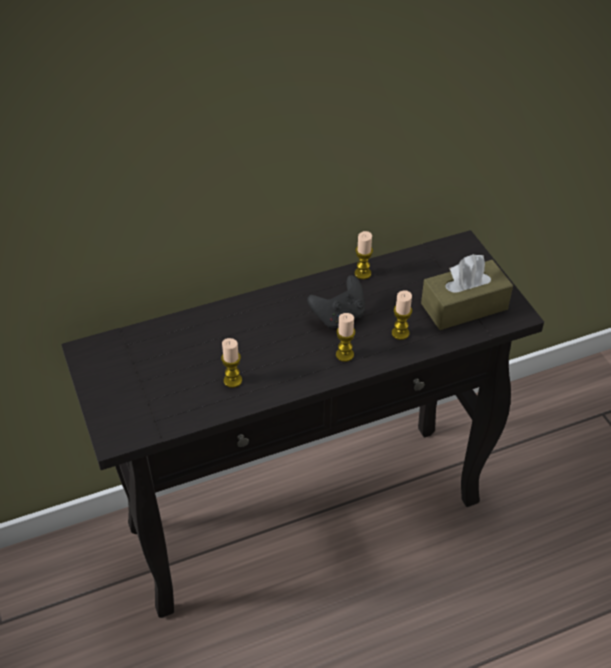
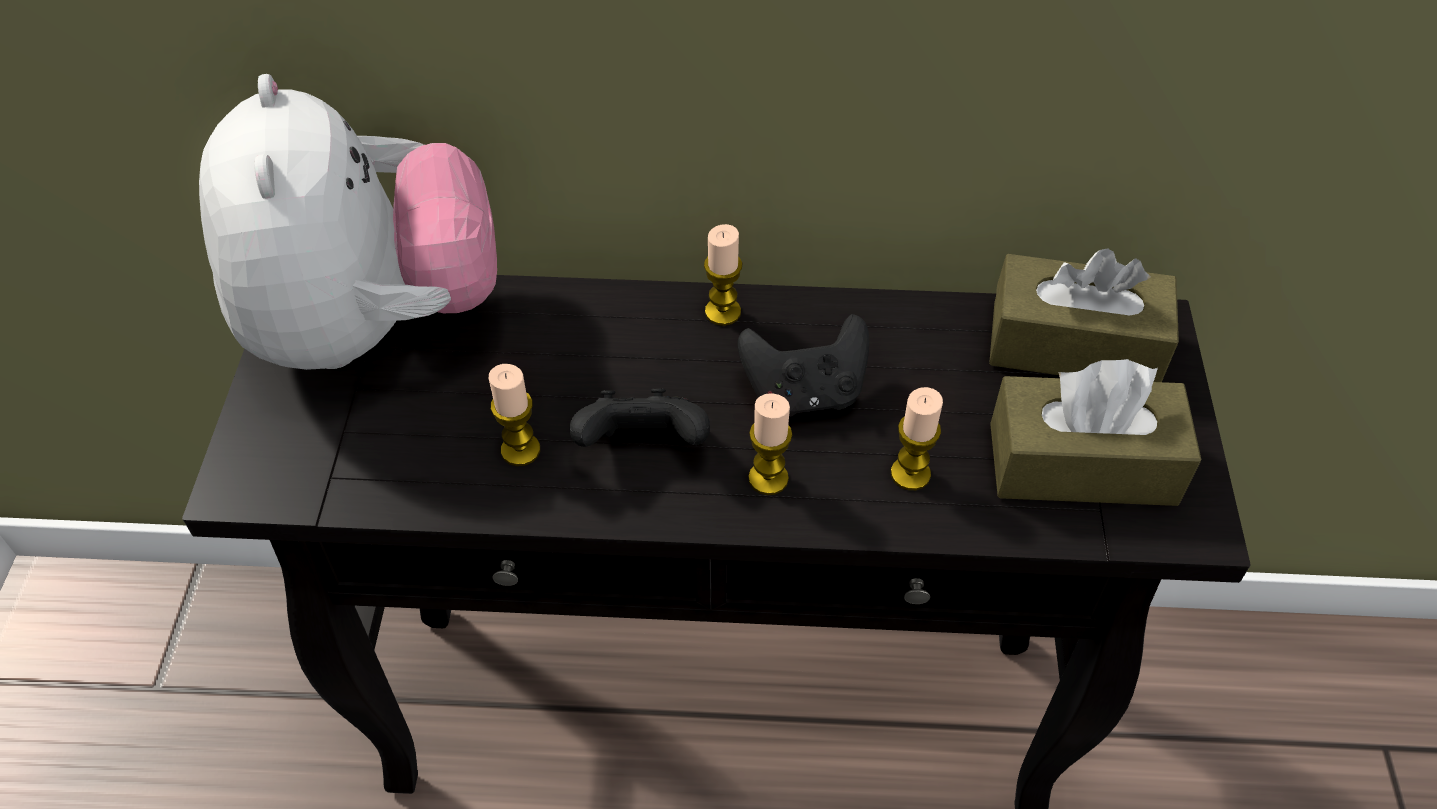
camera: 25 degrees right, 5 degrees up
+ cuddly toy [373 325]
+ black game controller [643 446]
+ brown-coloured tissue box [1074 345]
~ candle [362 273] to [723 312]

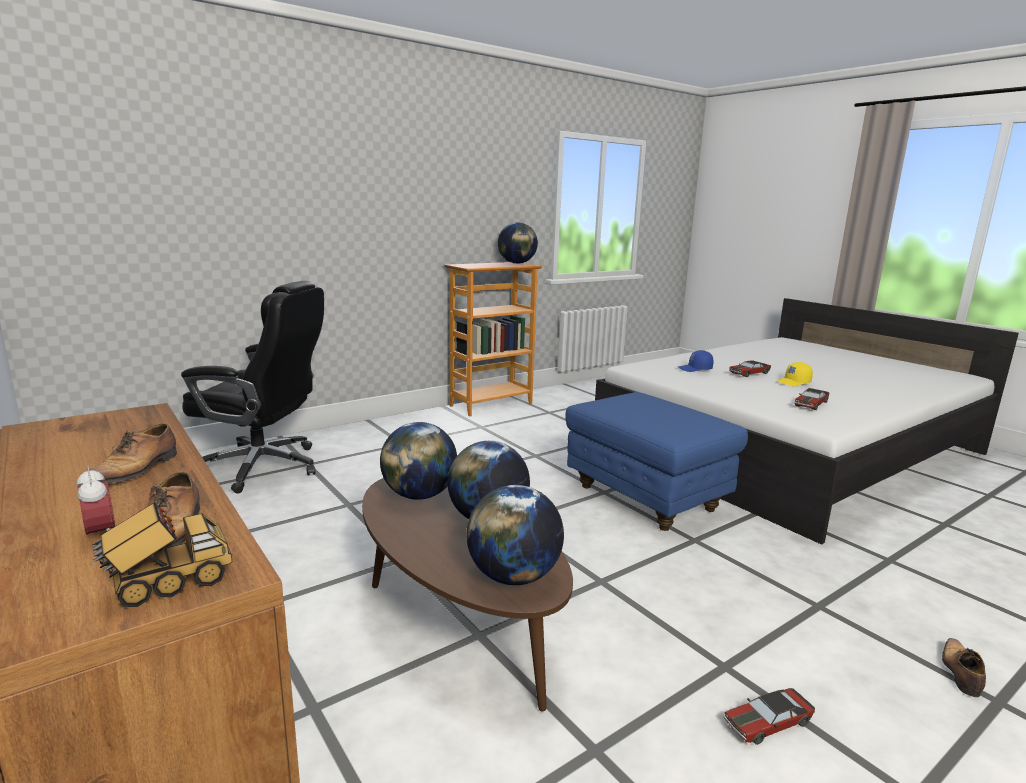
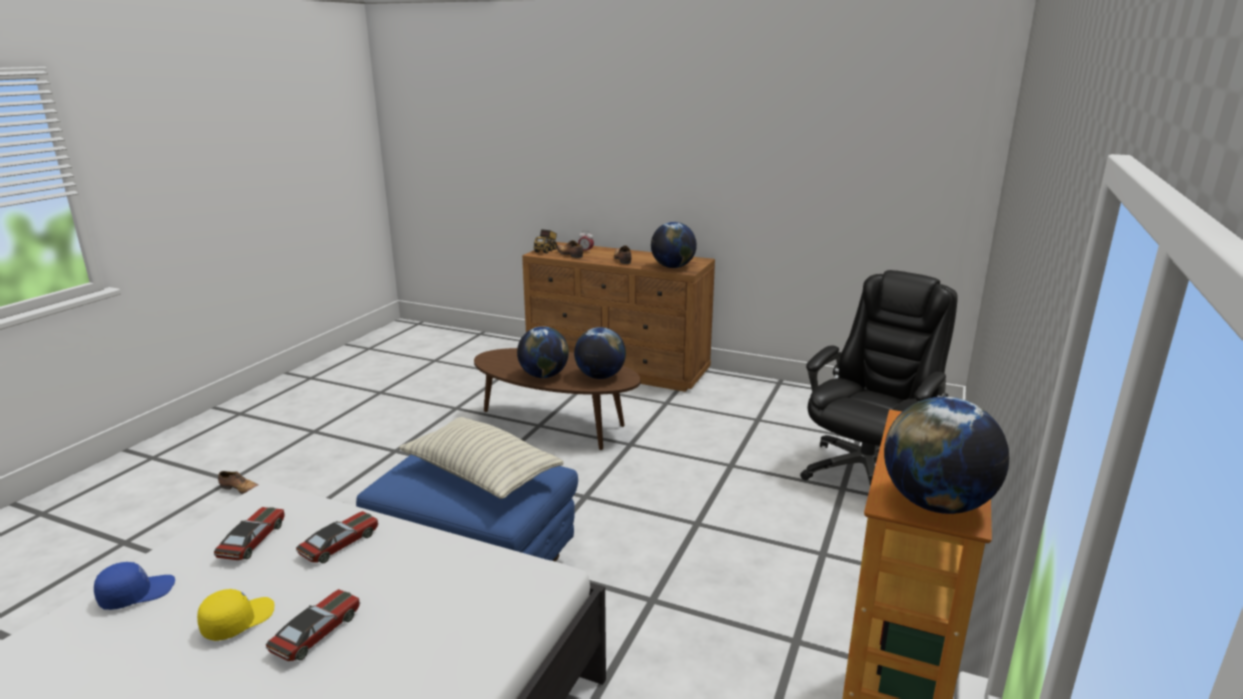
camera: 150 degrees right, 5 degrees up
+ throw pillow [481 474]
~ desk globe [513 577] to [673 267]
~ blue cap [695 369] to [137 593]
~ miniature car [767 723] to [340 543]
~ black office chair [263 467] = [866 472] 150 degrees clockwise
~ shoe [960 672] = [241 489] 60 degrees counterclockwise

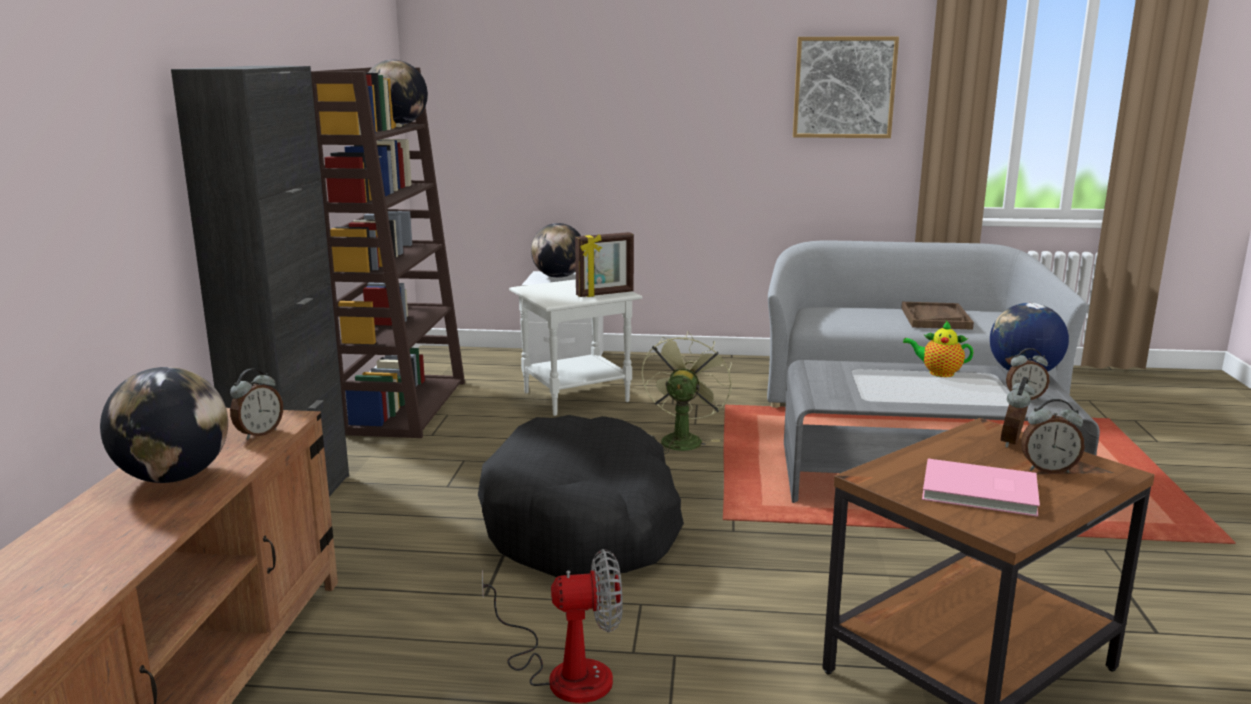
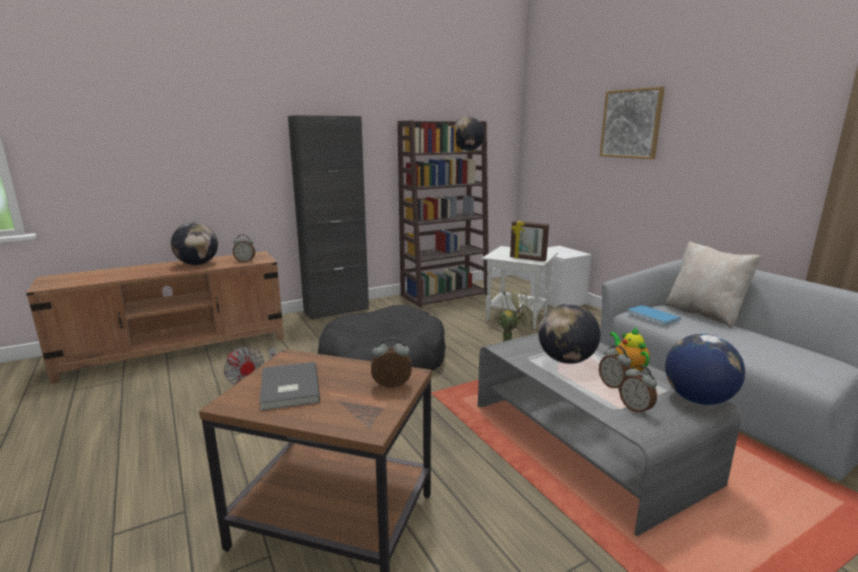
camera: 55 degrees right, 0 degrees up
- brown-coloured serving tray [935 318]
+ blue volume [653 316]
+ sand-coloured throw pillow [704 314]
~ desk globe [558 277] to [566 360]
~ wall picture [844 87] to [631 124]
~ table clock [1048 469] to [613 385]
~ pink-coloured volume [981 492] to gray volume [288 388]

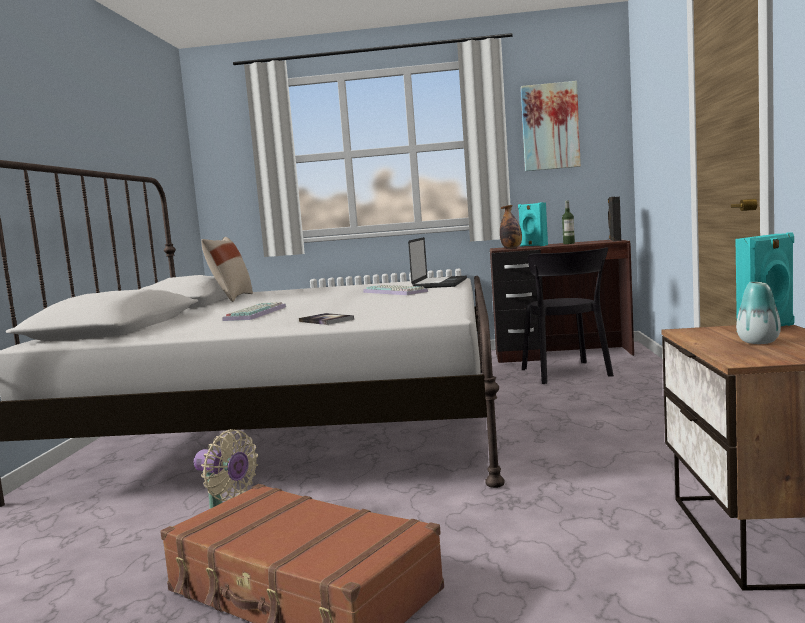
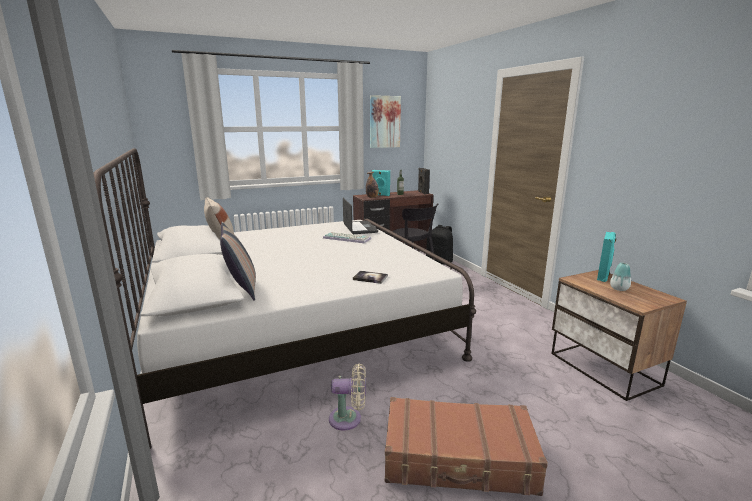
camera: 30 degrees left, 10 degrees up
- keyboard [255 313]
+ throw pillow [241 289]
+ black rucksack [439 262]

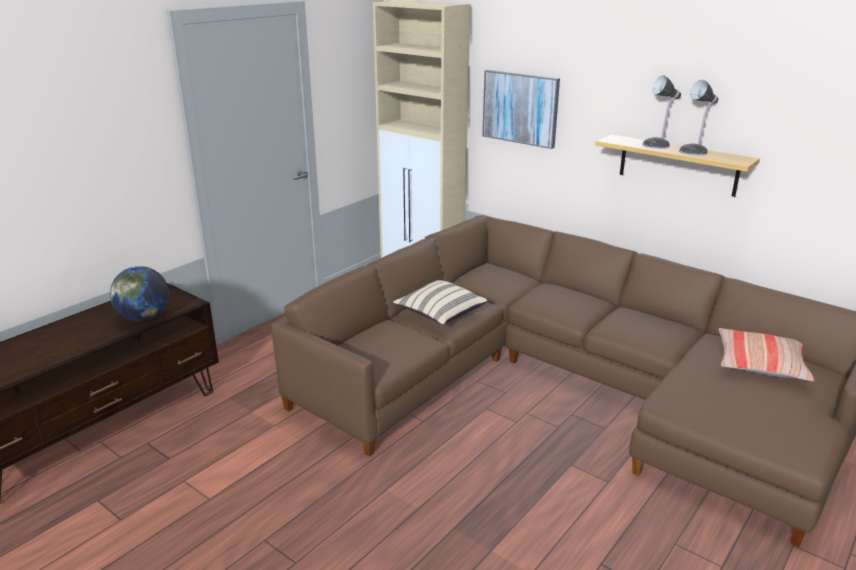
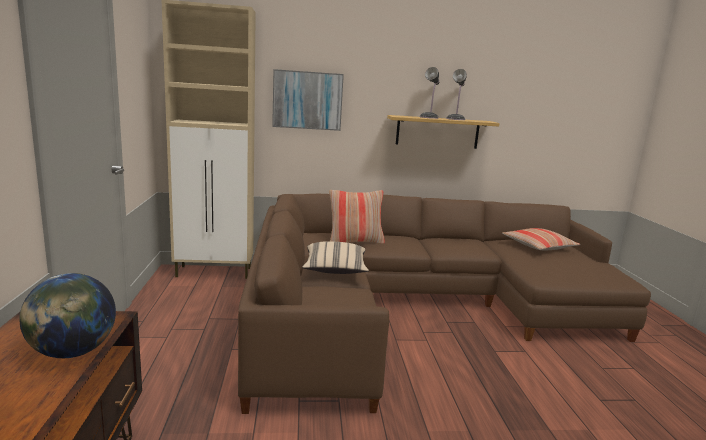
camera: 45 degrees left, 10 degrees down
+ throw pillow [355 241]

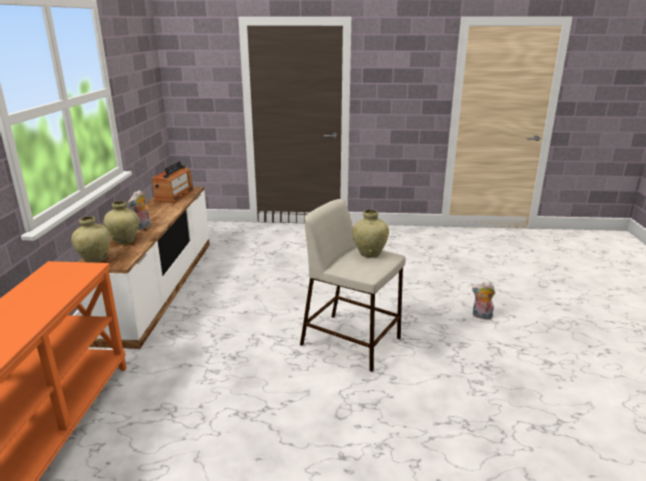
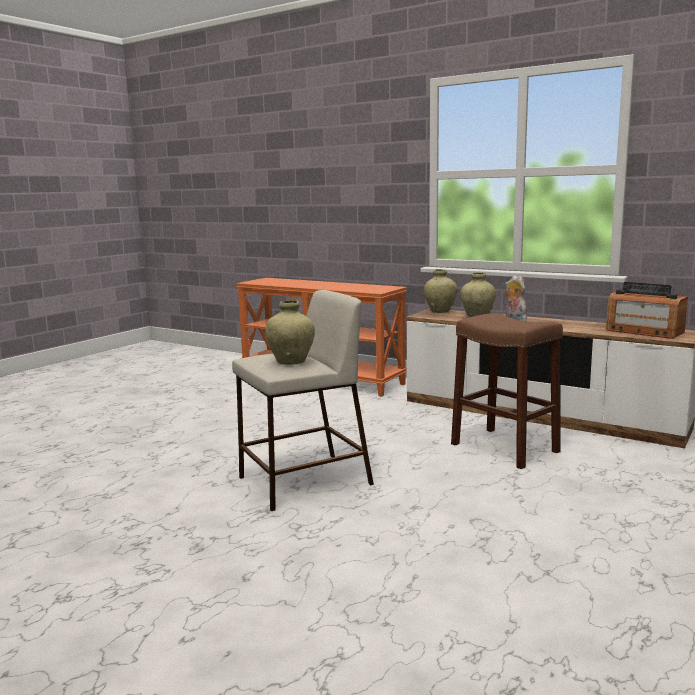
camera: 120 degrees right, 10 degrees down
- cuddly toy [481 316]
+ brown-coloured stool seat [504 448]

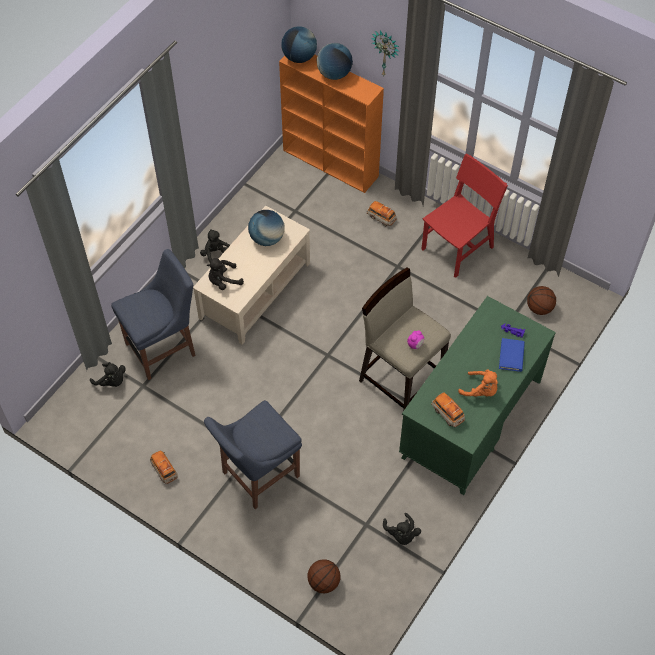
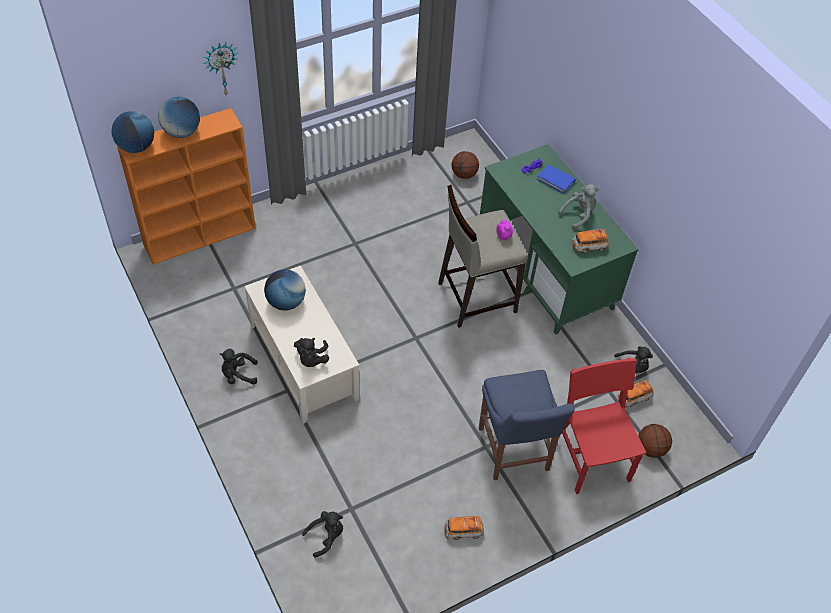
camera: 65 degrees left, 5 degrees down
- blue upright chair [164 348]
~ miniature car [381 218] to [634 398]
~ reddish upright chair [457 248] to [591 458]
~ orange-coloured cuddly toy [480 391] to gray cuddly toy [578 215]

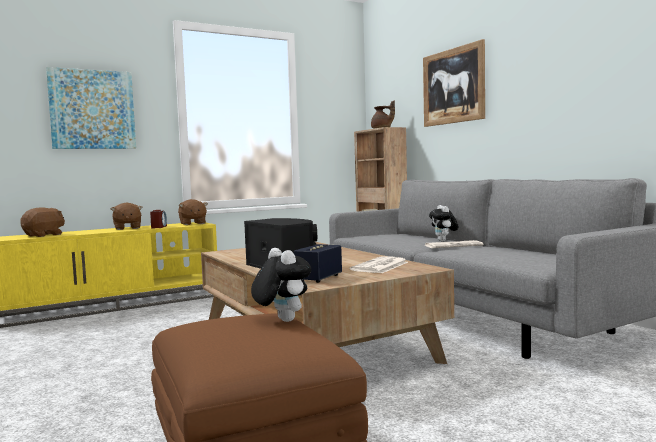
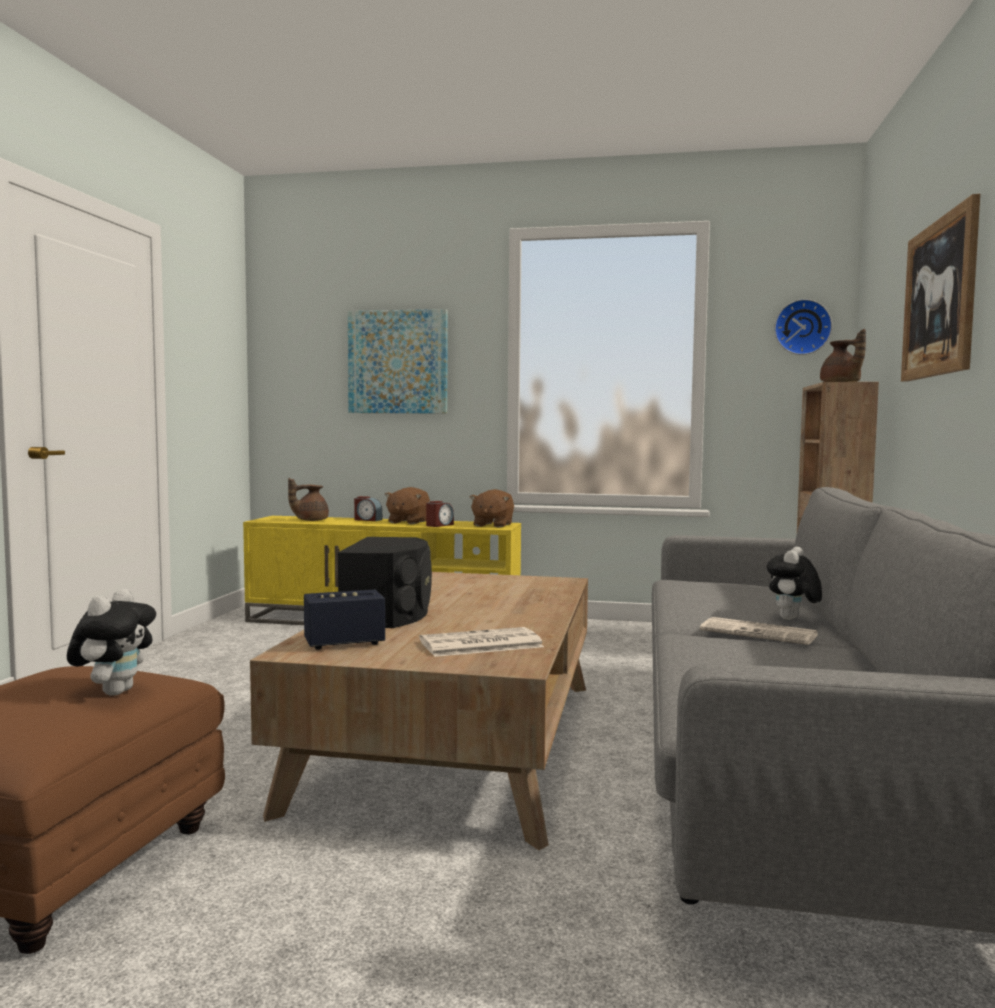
camera: 40 degrees right, 0 degrees up
+ table clock [367 520]
+ wall clock [802 327]
~ brown-coloured cuddly toy [44 235] to brown-coloured pot for tea [310 520]

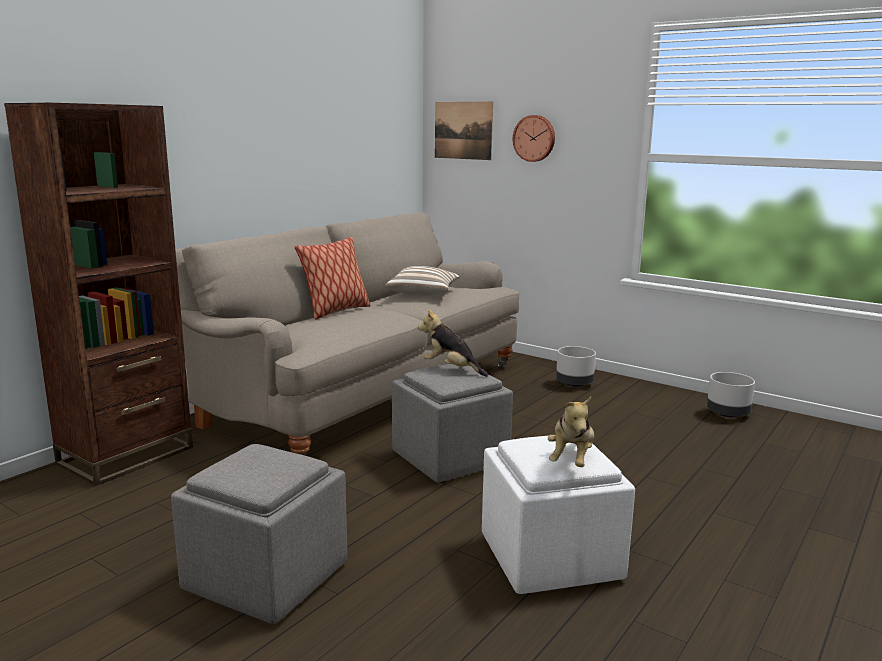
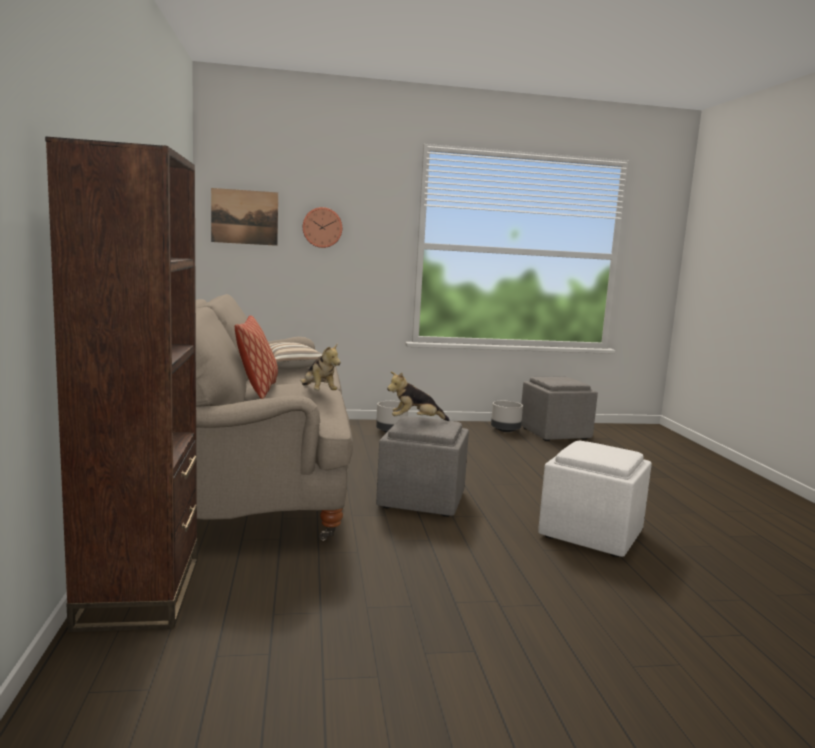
camera: 45 degrees left, 5 degrees down
~ gray pouffe [266 577] to [554 433]
~ cuddly toy [571 460] to [318 392]

